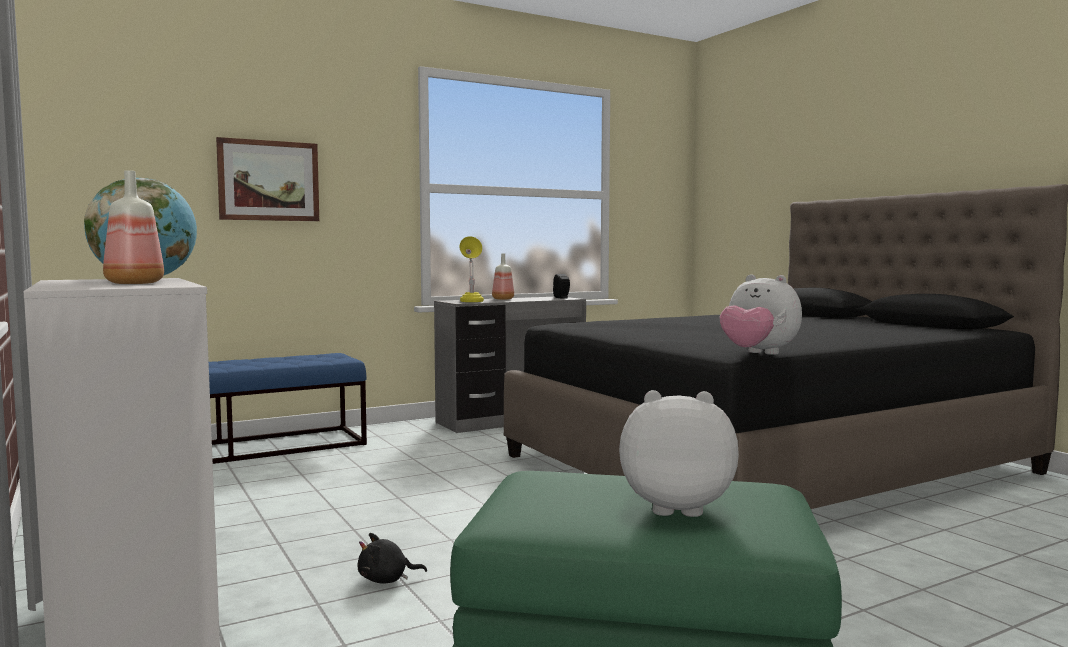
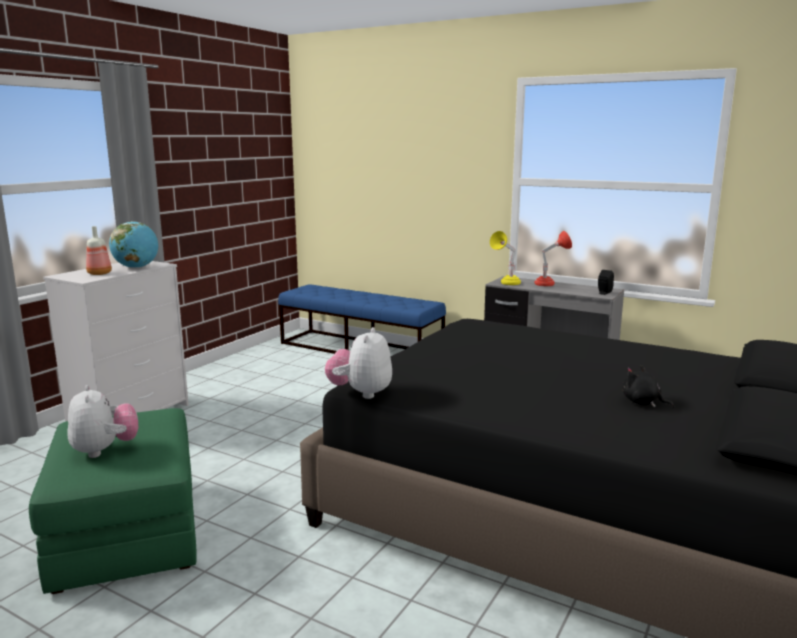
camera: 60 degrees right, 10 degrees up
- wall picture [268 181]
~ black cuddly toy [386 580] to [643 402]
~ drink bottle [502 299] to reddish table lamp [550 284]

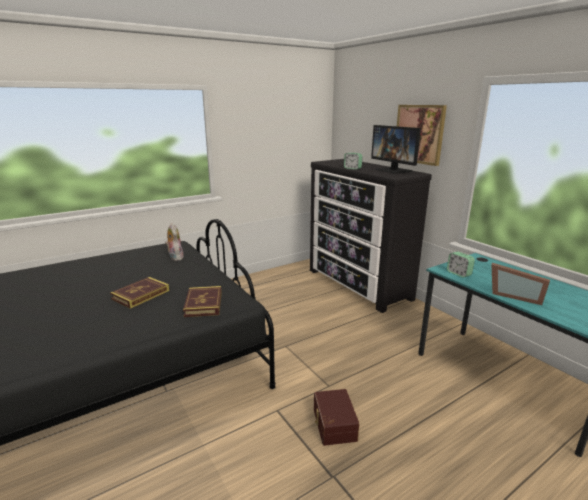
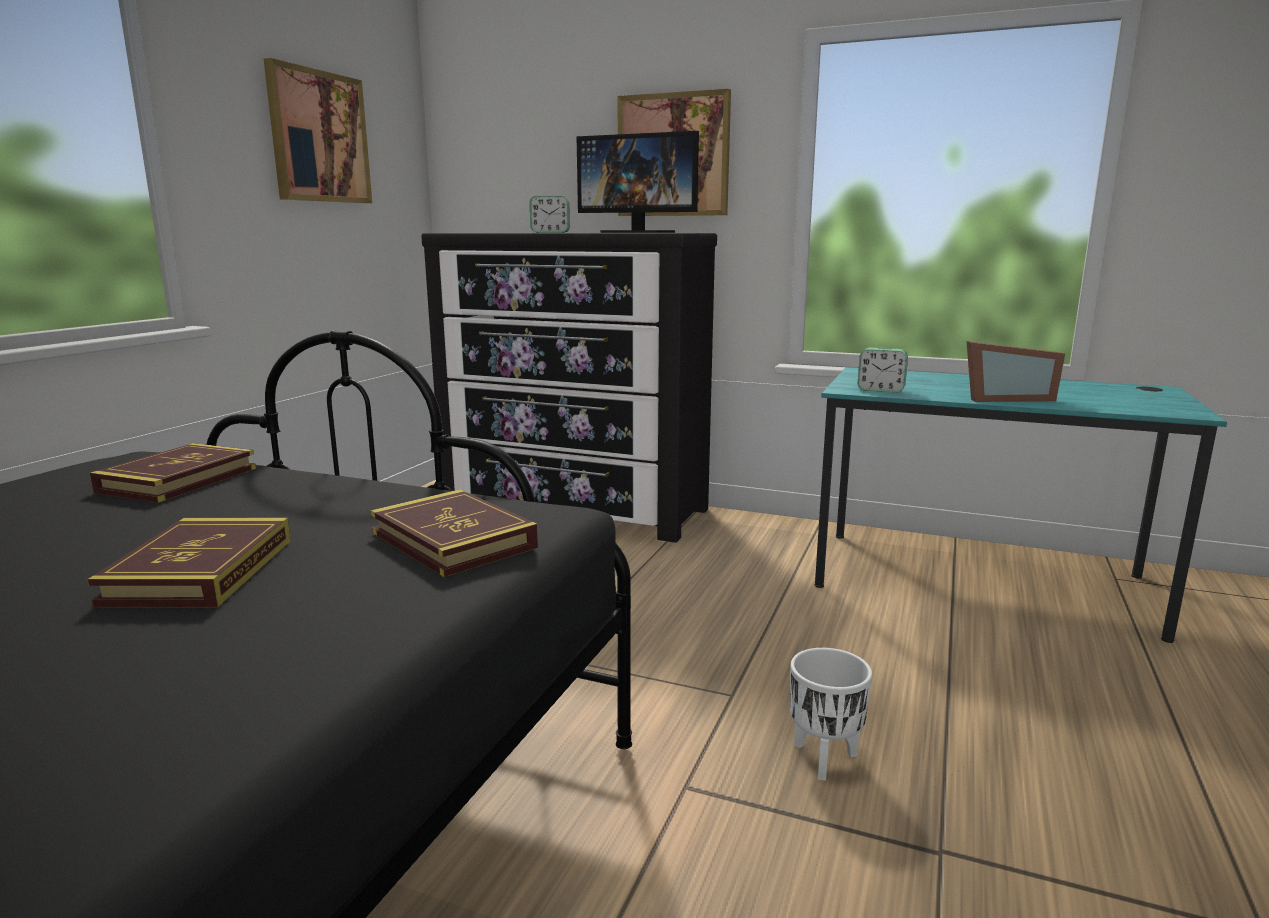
camera: 35 degrees left, 5 degrees down
+ wall picture [319 137]
~ cuddly toy [175 257] to volume [178 480]
~ brown-coloured storage box [333 424] to white planter [825 759]

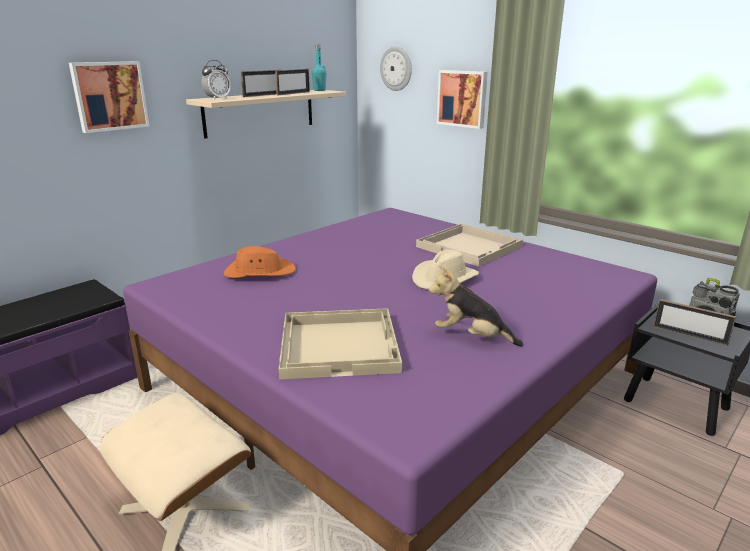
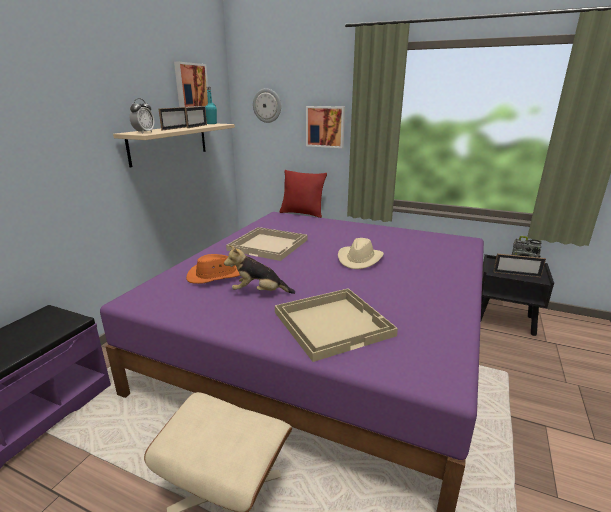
camera: 20 degrees left, 0 degrees up
+ reddish throw pillow [302 213]
~ wall picture [109 96] to [191 86]
~ sand-coloured serving tray [470 246] to [269 245]
~ cuddly toy [471 337] to [259 293]

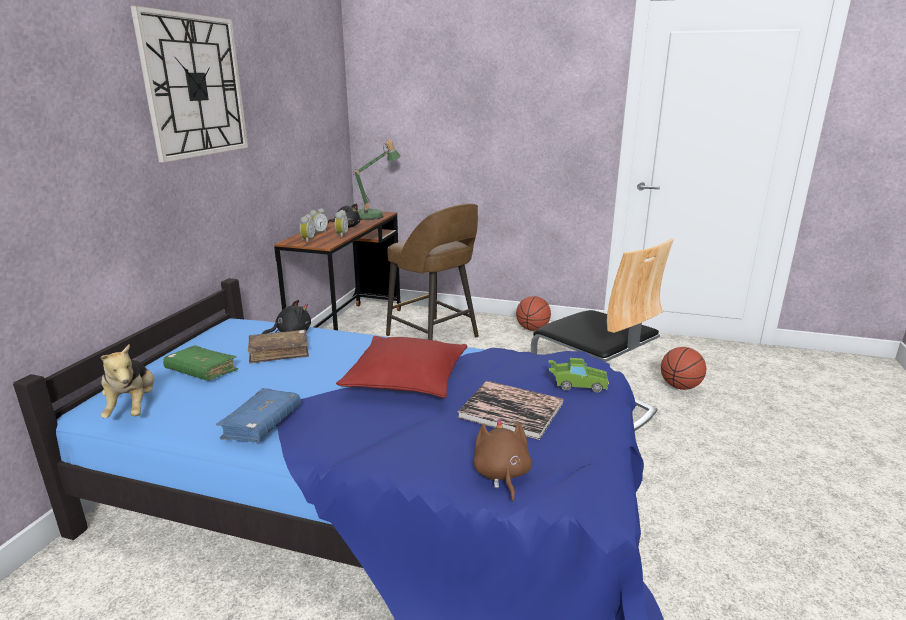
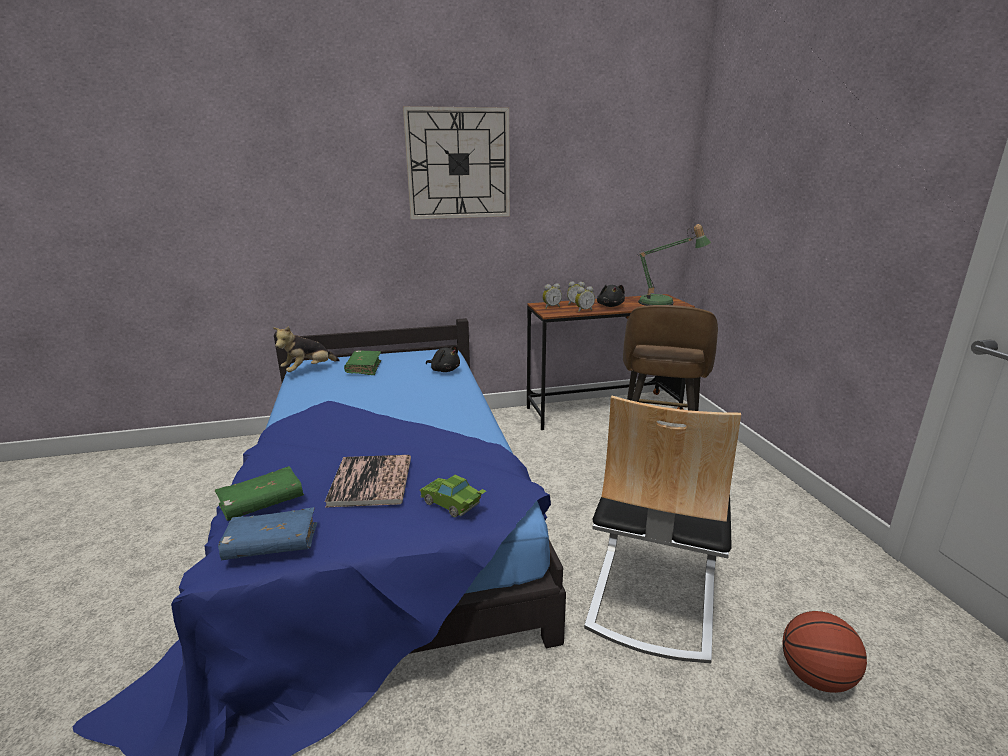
camera: 60 degrees right, 0 degrees up
- brown-coloured volume [279 352]
- reddish throw pillow [406 379]
- ball for basketball [532 329]
~ blue volume [262 424] to [271 544]
~ brown-coloured cuddly toy [501 475] to greenish volume [262 503]
~ greenish miniature car [576 385] = [453 505] 150 degrees clockwise

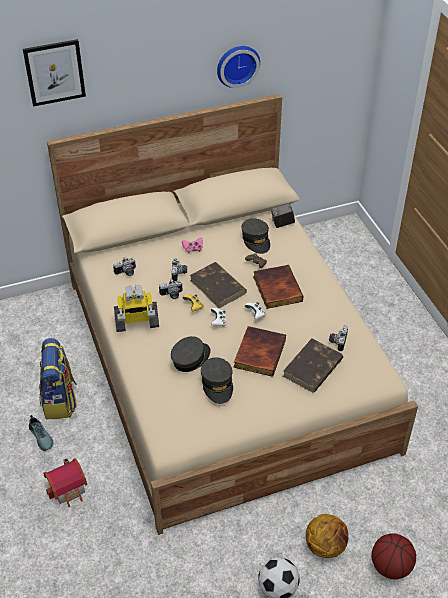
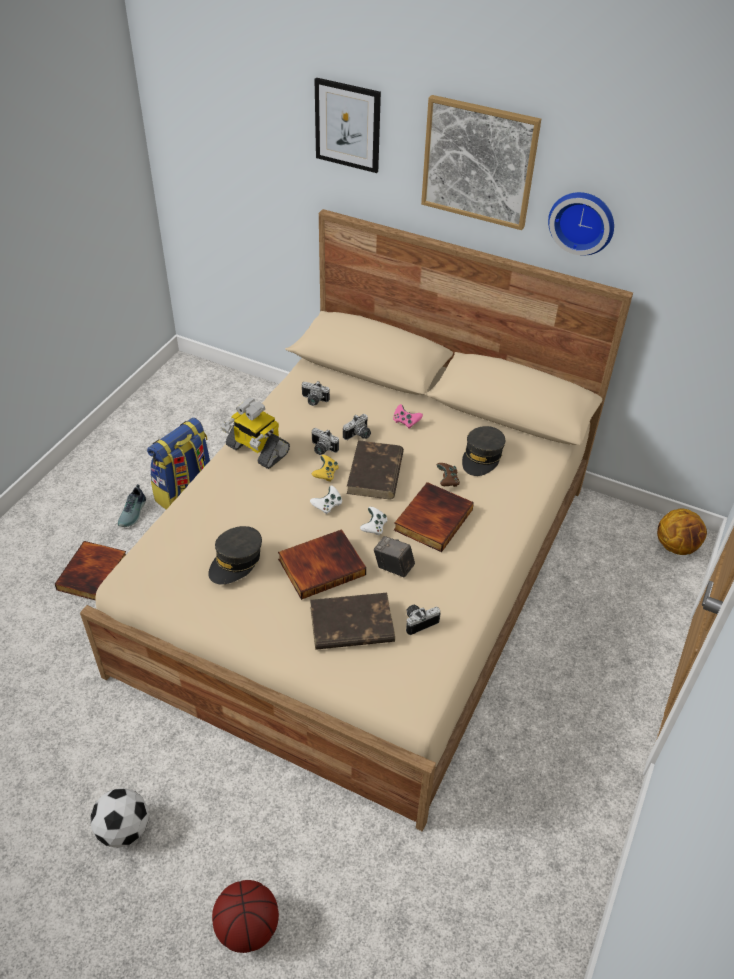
camera: 45 degrees right, 0 degrees up
- gray cap [190 358]
+ wall picture [479 162]
~ still camera [282 223] to [393 568]
~ ball for basketball [326 546] to [676 546]
~ miniature house [69 489] to volume [93 574]

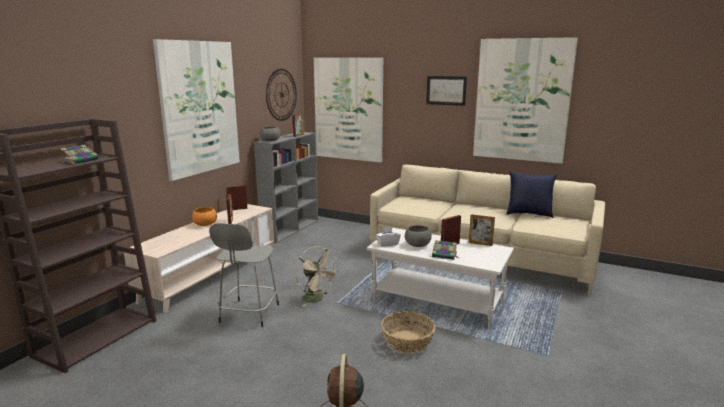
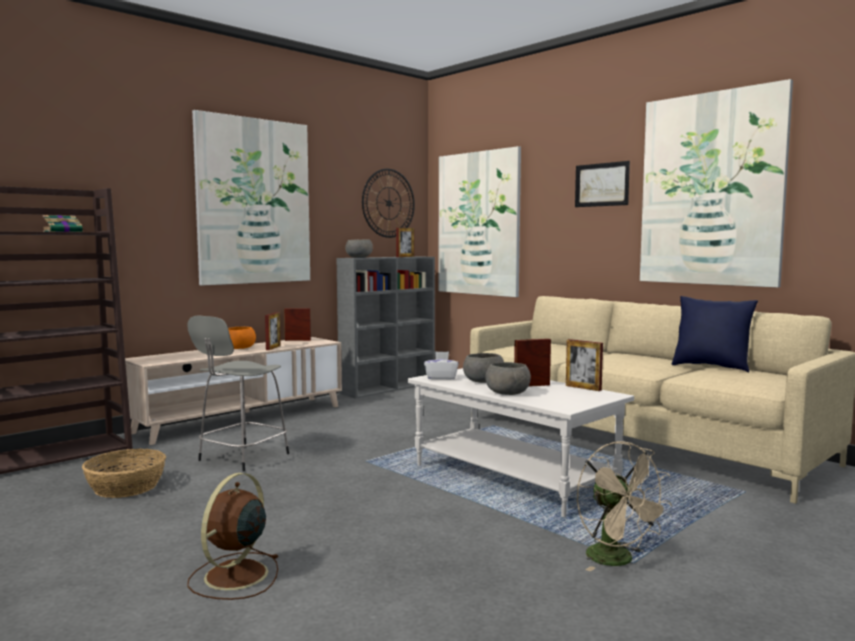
camera: 20 degrees right, 10 degrees down
~ sand-coloured cooling fan [316 299] to [618 561]
~ storage basket [407 341] to [126 487]
~ volume [445 255] to gray deep dish [508 393]

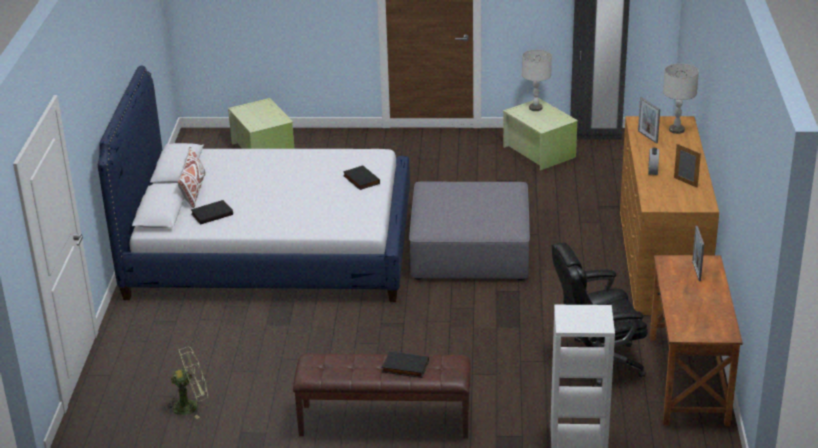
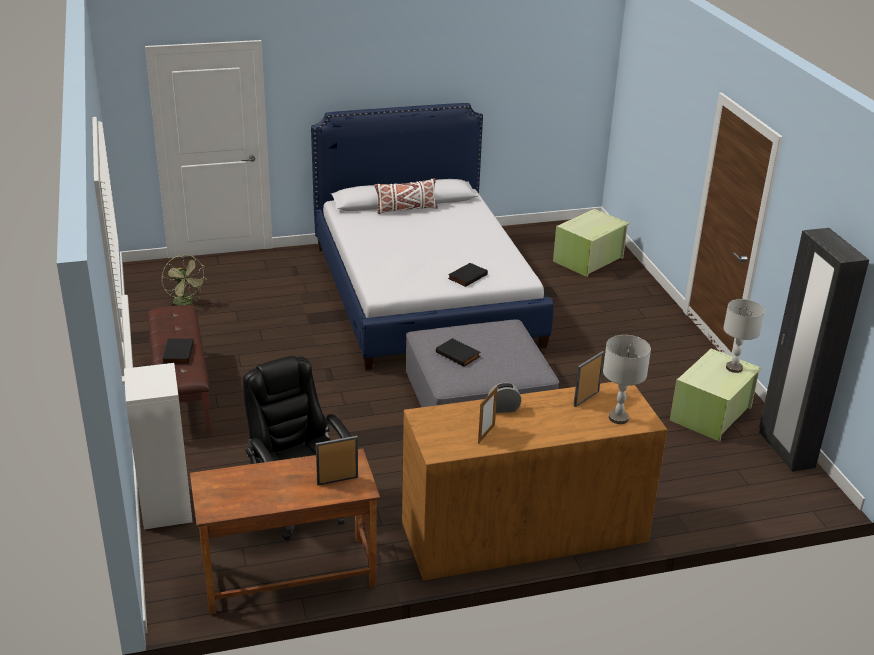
camera: 70 degrees right, 0 degrees up
~ black volume [212 214] to [458 354]

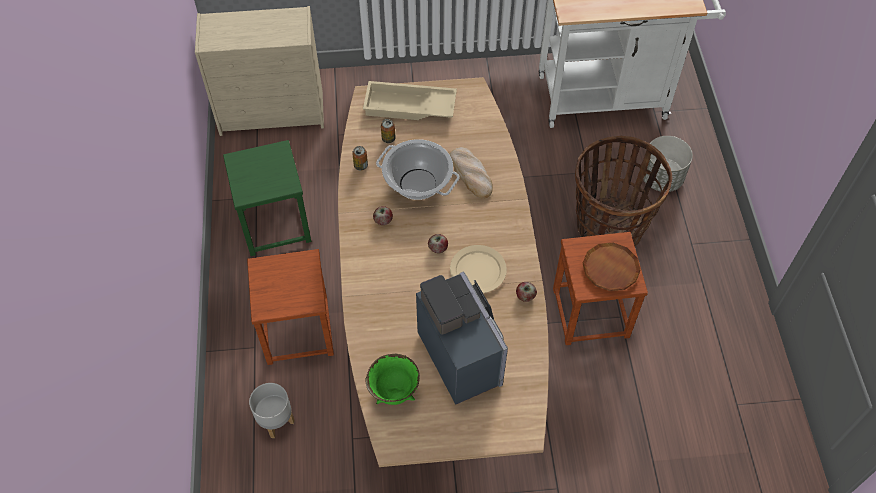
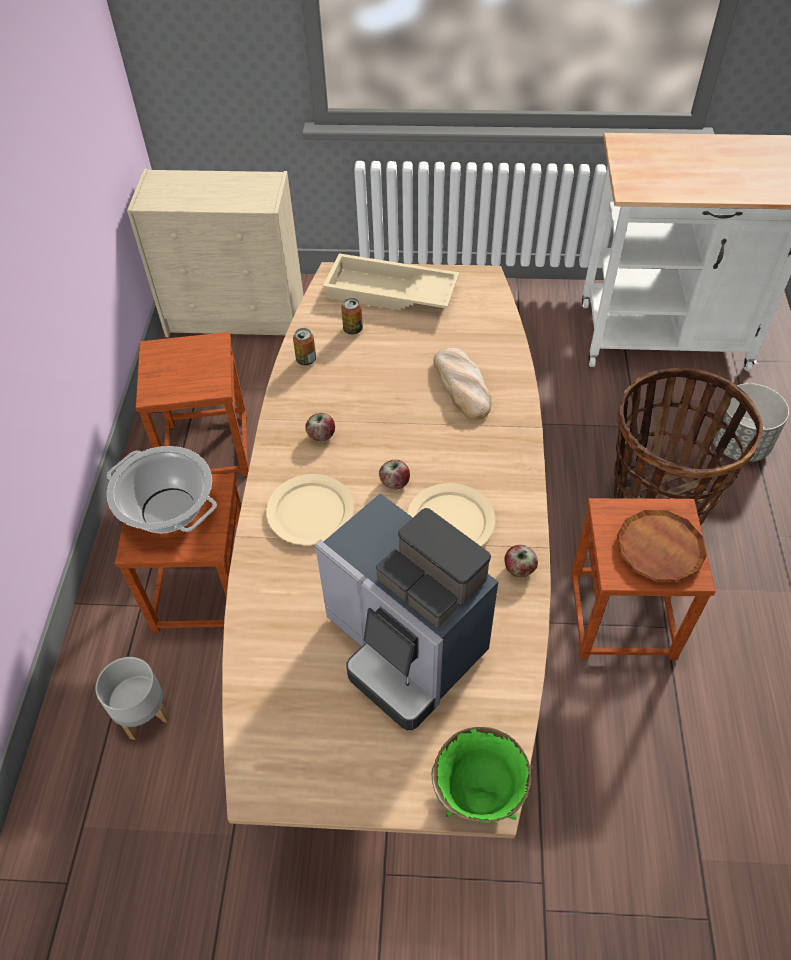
camera: 10 degrees right, 5 degrees down
+ sand-coloured dinner plate [311 511]
~ greenish deep dish [394 392] to [478 794]
~ stockpot [417 184] to [168 510]
~ greenish stool seat [274 224] to brown-coloured stool seat [206 448]
~ coffee brewer [463 353] = [405 646] 150 degrees clockwise

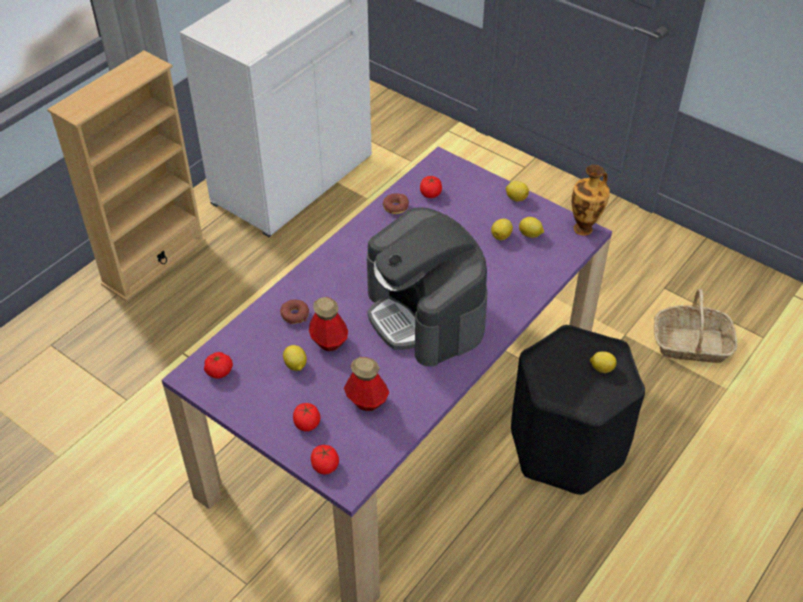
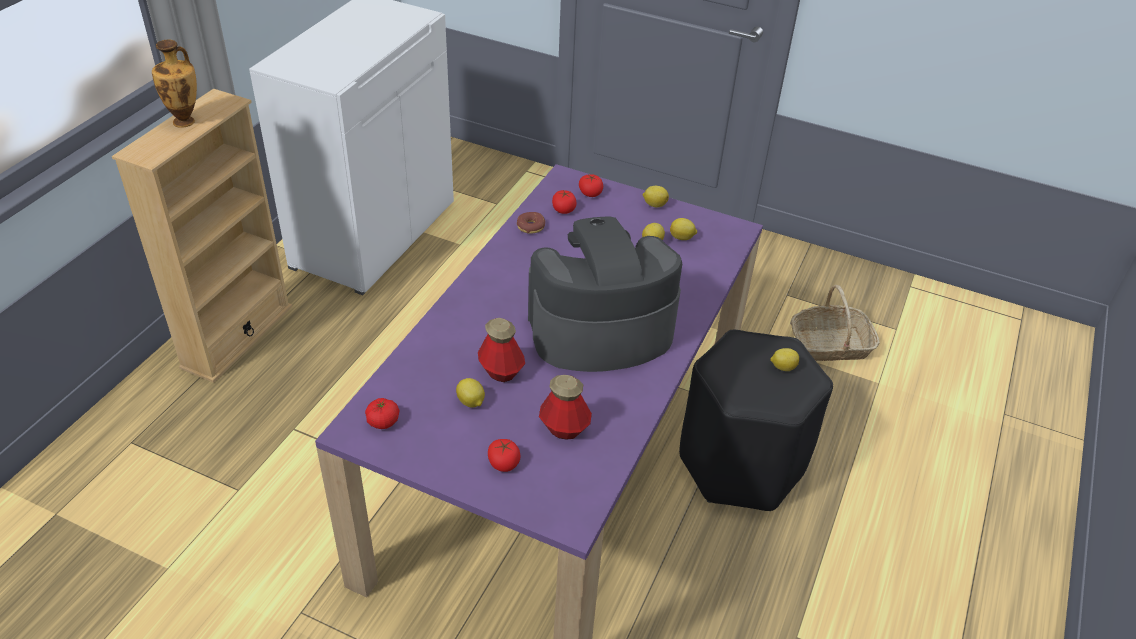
camera: 15 degrees left, 5 degrees down
- ring doughnut [295 315]
~ tomato [325 465] to [590 193]
~ flower vase [584 229] to [185 121]
~ coffee brewer [426 315] = [599 330] 120 degrees clockwise

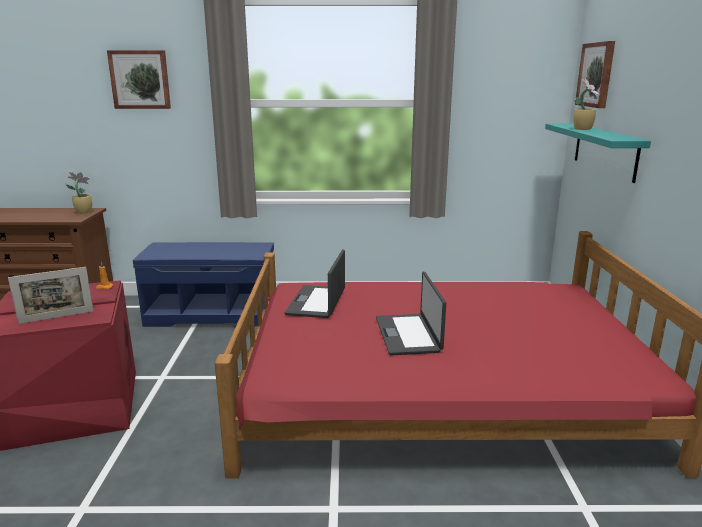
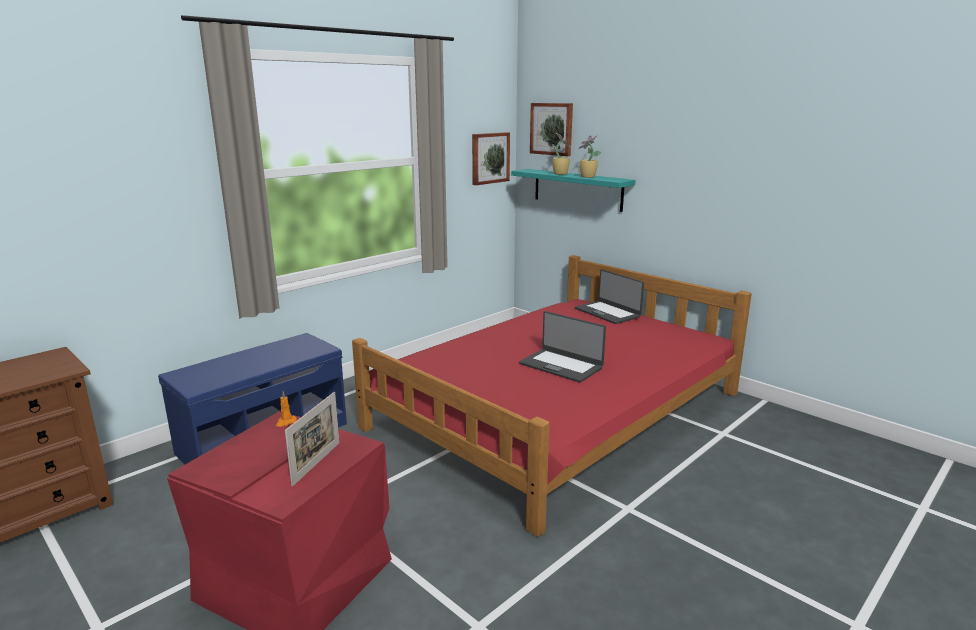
camera: 45 degrees left, 0 degrees up
~ houseplant [83 212] to [587 177]
~ wall picture [140 79] to [489 158]
~ notebook computer [317 302] to [608 312]

